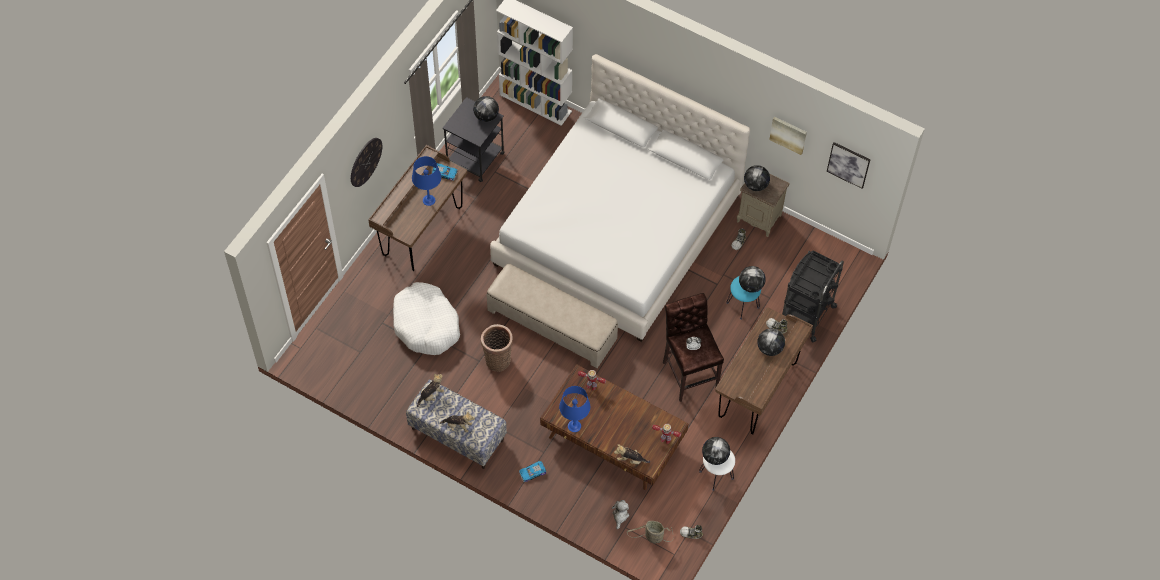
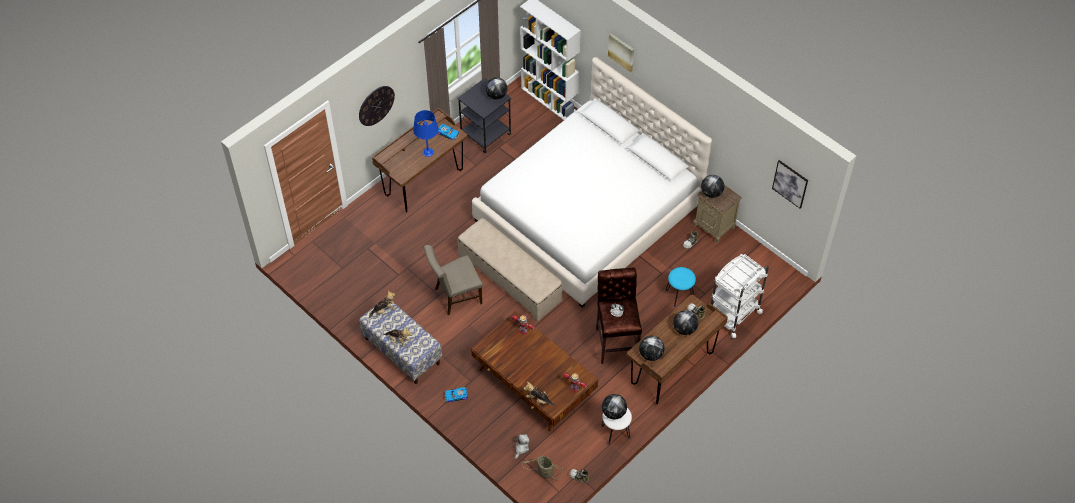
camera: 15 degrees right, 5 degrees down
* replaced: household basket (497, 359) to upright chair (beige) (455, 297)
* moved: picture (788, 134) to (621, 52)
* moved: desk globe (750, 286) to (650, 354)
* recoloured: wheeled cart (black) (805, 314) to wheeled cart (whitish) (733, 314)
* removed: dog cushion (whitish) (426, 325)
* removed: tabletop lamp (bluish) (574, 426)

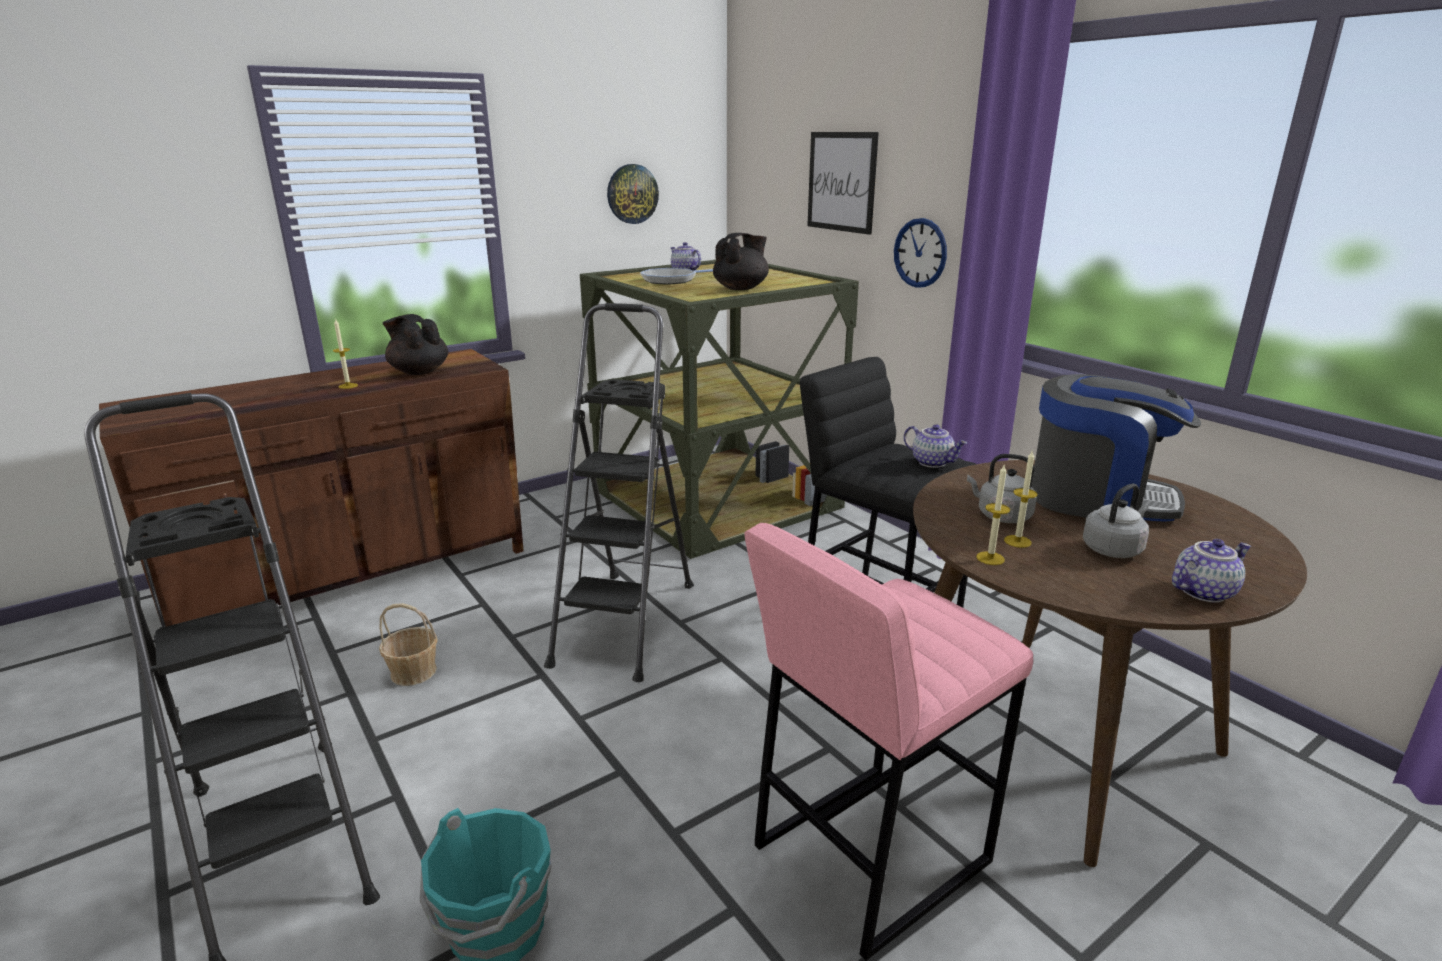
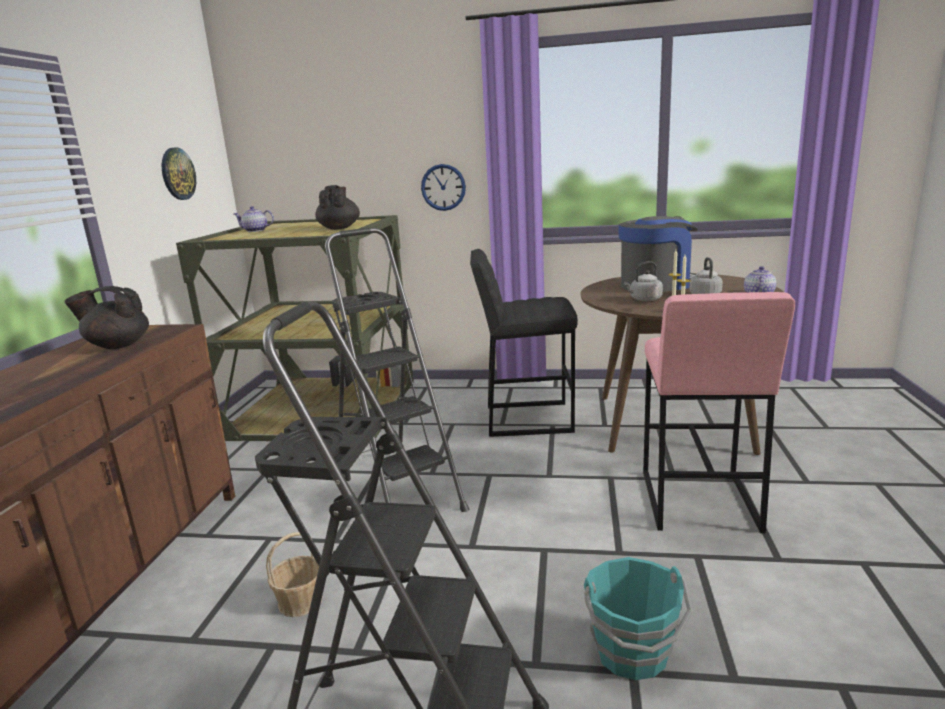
camera: 45 degrees left, 5 degrees down
* removed: wax candle (348, 386)
* removed: pan (672, 280)
* removed: picture (841, 182)
* removed: pot for tea (933, 462)

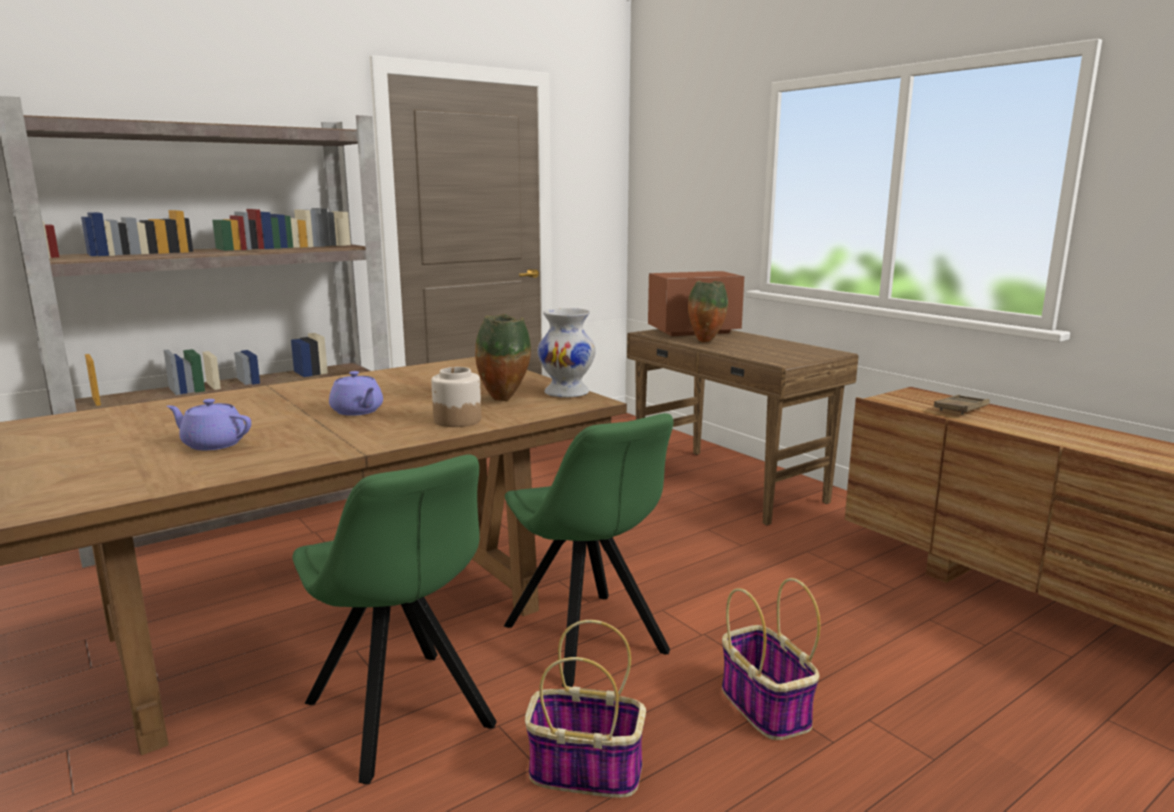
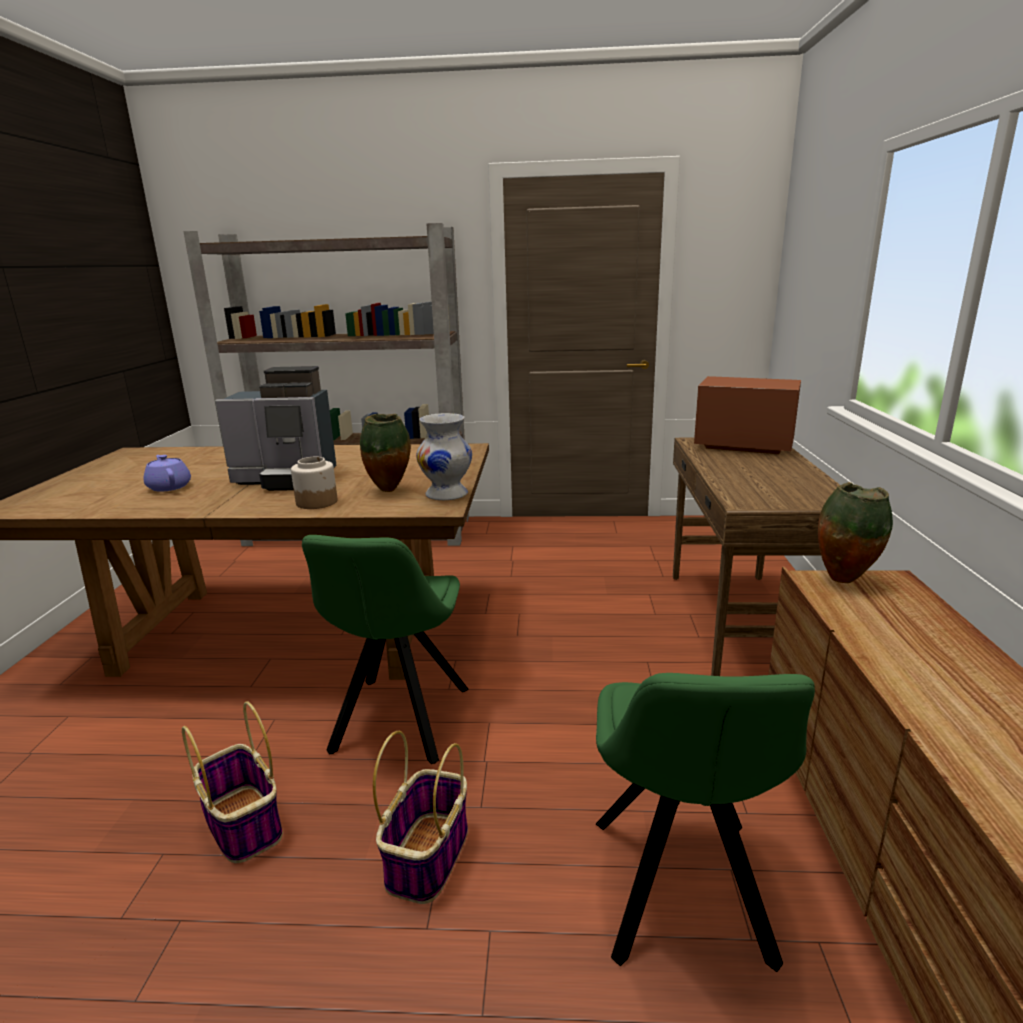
camera: 40 degrees right, 5 degrees up
* replaced: pot for tea (purplish) (357, 411) to coffee brewer (288, 479)
* moved: upright chair (green-coloured) (401, 714) to (681, 889)
* moved: decorative vase (705, 341) to (844, 580)
* removed: tray (brown) (961, 409)

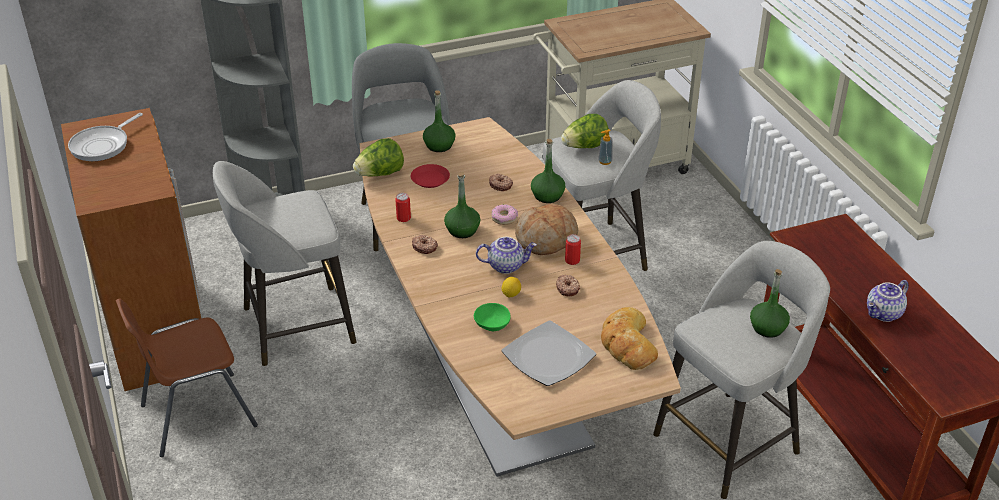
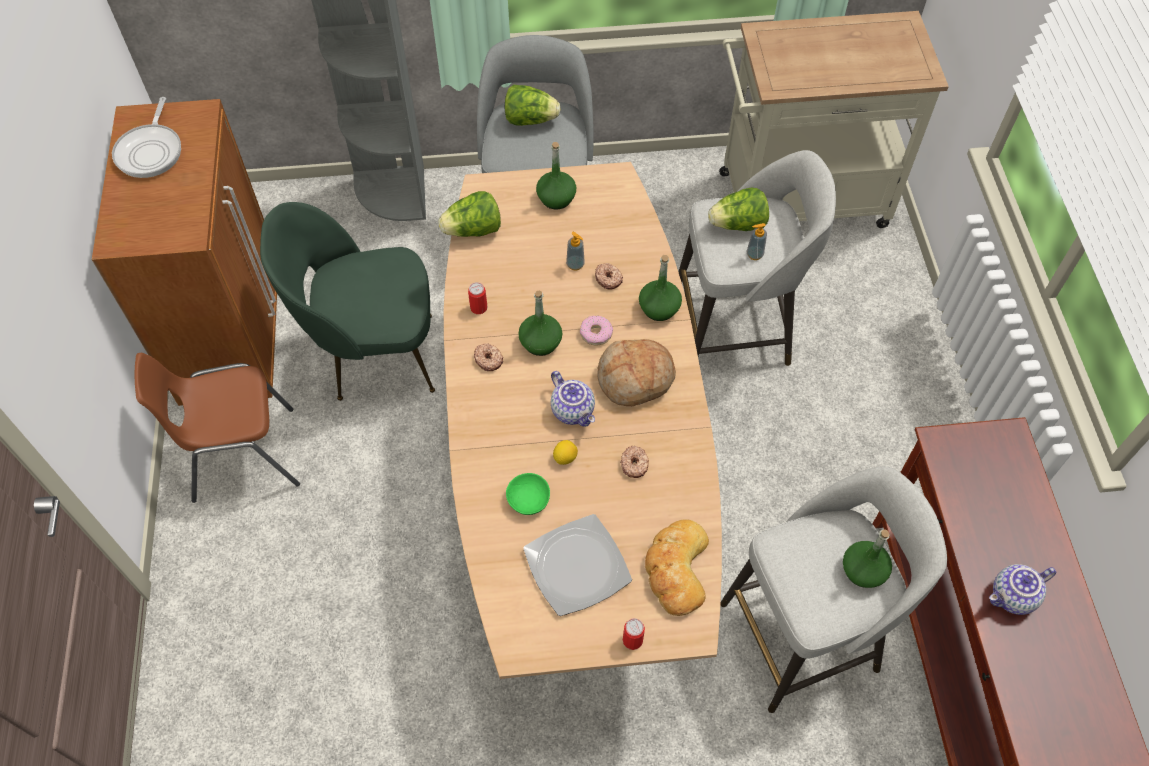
camera: 15 degrees right, 20 degrees up
* turned: pan (103, 145) = (151, 151) 45 degrees counterclockwise
* replaced: stool (grey) (294, 326) to upright chair (green-coloured) (374, 357)
* added: head of lettuce (530, 119)
* turned: pot for tea (506, 265) = (574, 410) 45 degrees clockwise
* added: soap bottle (575, 264)
* moved: can (572, 260) to (632, 640)
* removed: plate (red) (430, 179)

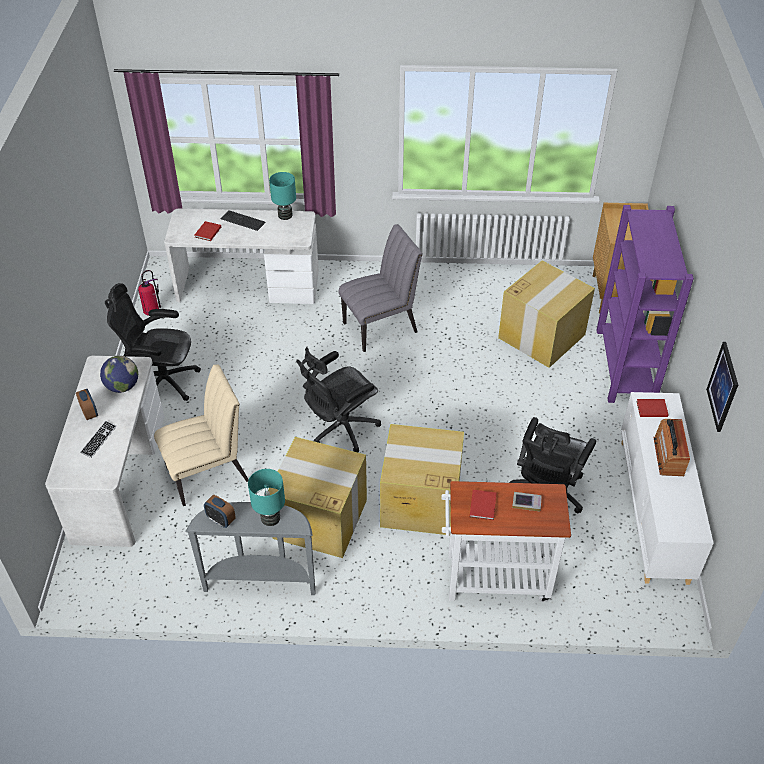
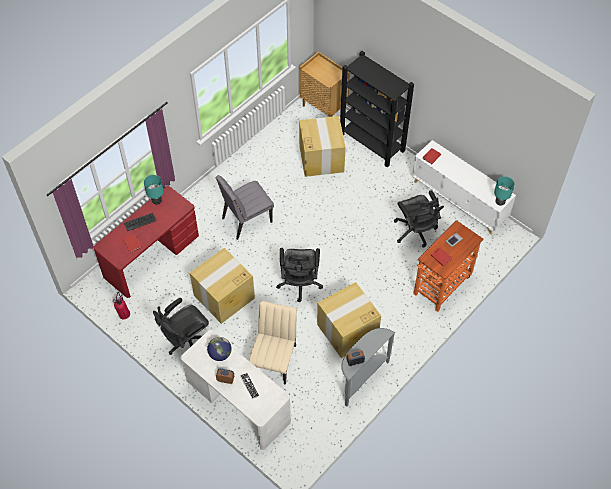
camera: 50 degrees left, 10 degrees up
* recoloured: desk table (whitish) (248, 285) to desk table (red) (151, 256)
* moved: cardboard box (419, 501) to (223, 297)
* turned: upright chair (grey) (380, 328) = (247, 220) 135 degrees counterclockwise
* recoloured: bookcase (purplish) (625, 365) to bookcase (black) (372, 142)
* recoloured: wheeled cart (whitish) (495, 578) to wheeled cart (orangey) (441, 286)
* moved: tabletop lamp (turquoise) (270, 518) to (500, 201)
* removed: radio set (668, 456)
* removed: picture (723, 387)

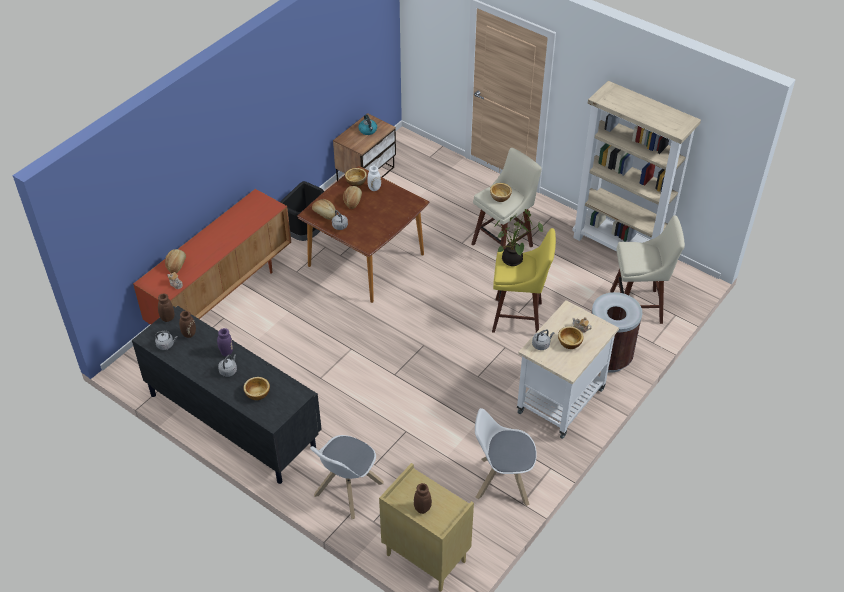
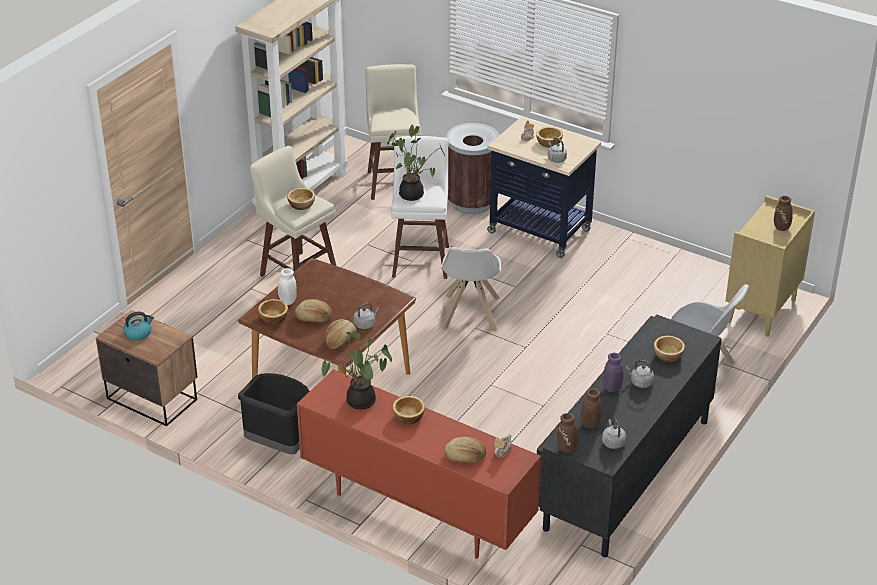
camera: 95 degrees left, 10 degrees down
* added: potted plant (359, 402)
* recoloured: stool (yellowish) (518, 318) to stool (whitish) (421, 260)
* added: bowl (408, 416)
* moved: upright chair (502, 481) to (470, 314)
* recoloured: wheeled cart (whitish) (560, 402) to wheeled cart (bluish) (540, 232)

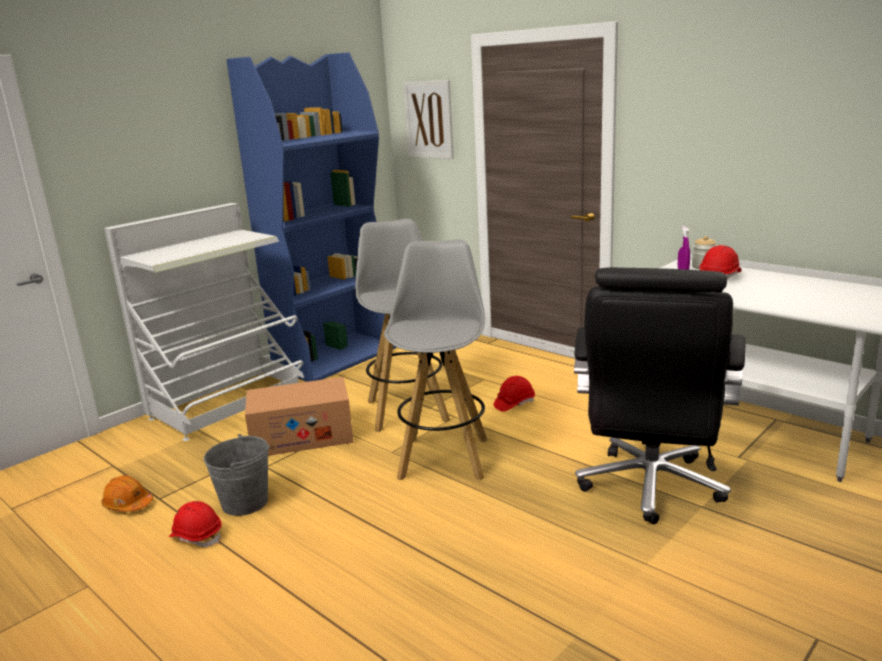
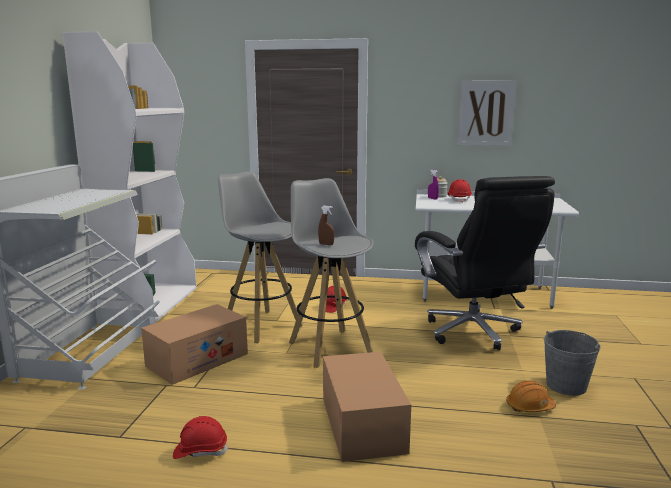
camera: 35 degrees left, 5 degrees down
* recoloured: bookcase (bluish) (336, 357) to bookcase (whitish) (150, 303)
* added: sprayer (brown) (326, 244)
* added: cardboard box (362, 424)
* moved: picture (429, 119) to (486, 113)
* moved: hard hat (orangey) (128, 504) to (529, 407)
* moved: pail (grey) (245, 502) to (566, 385)

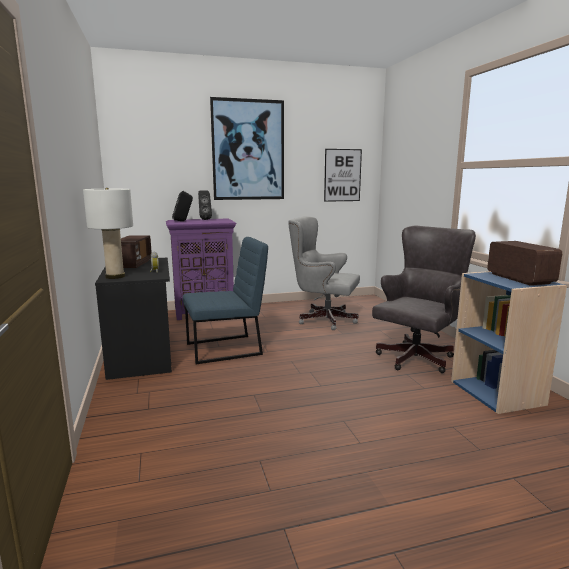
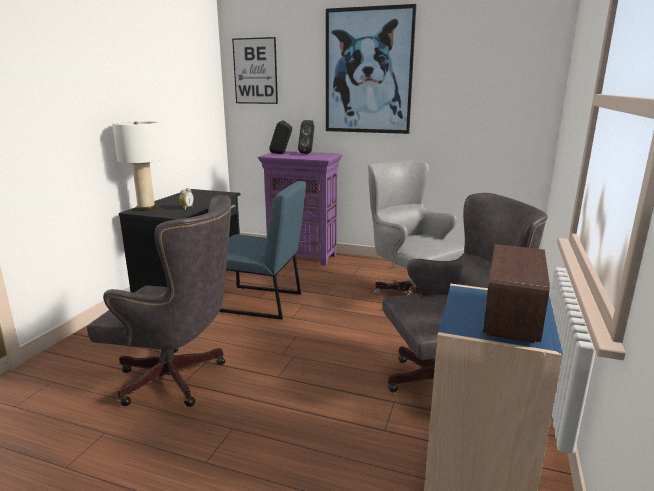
camera: 35 degrees right, 5 degrees up
* added: desk chair (grey) (177, 379)
* moved: picture (342, 175) to (255, 71)
* removed: radio set (134, 264)

